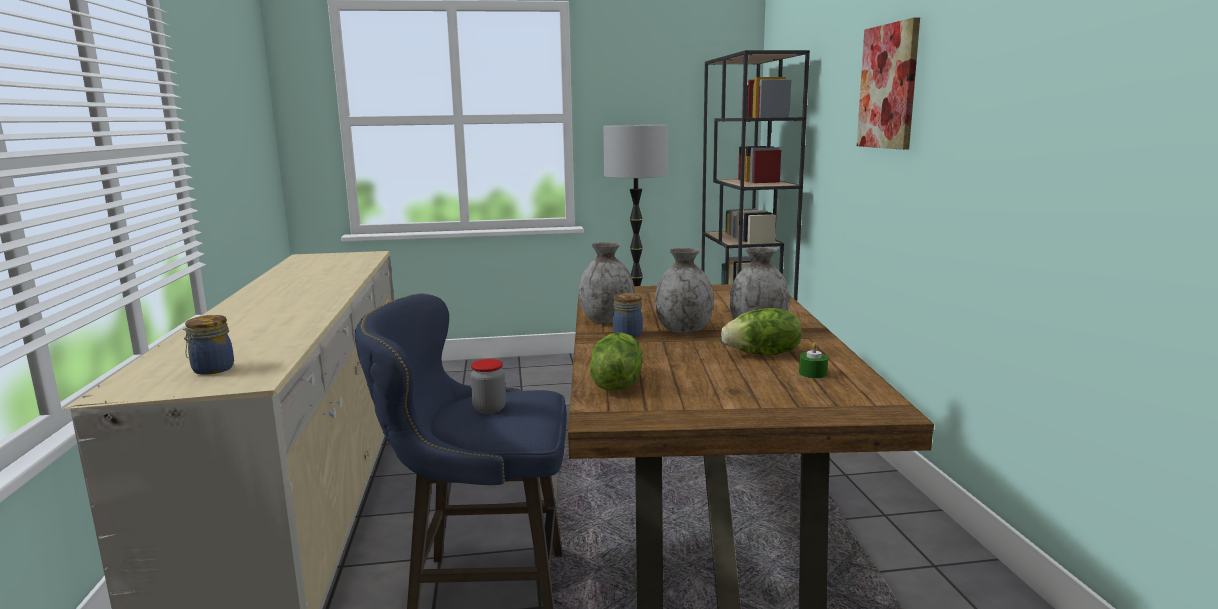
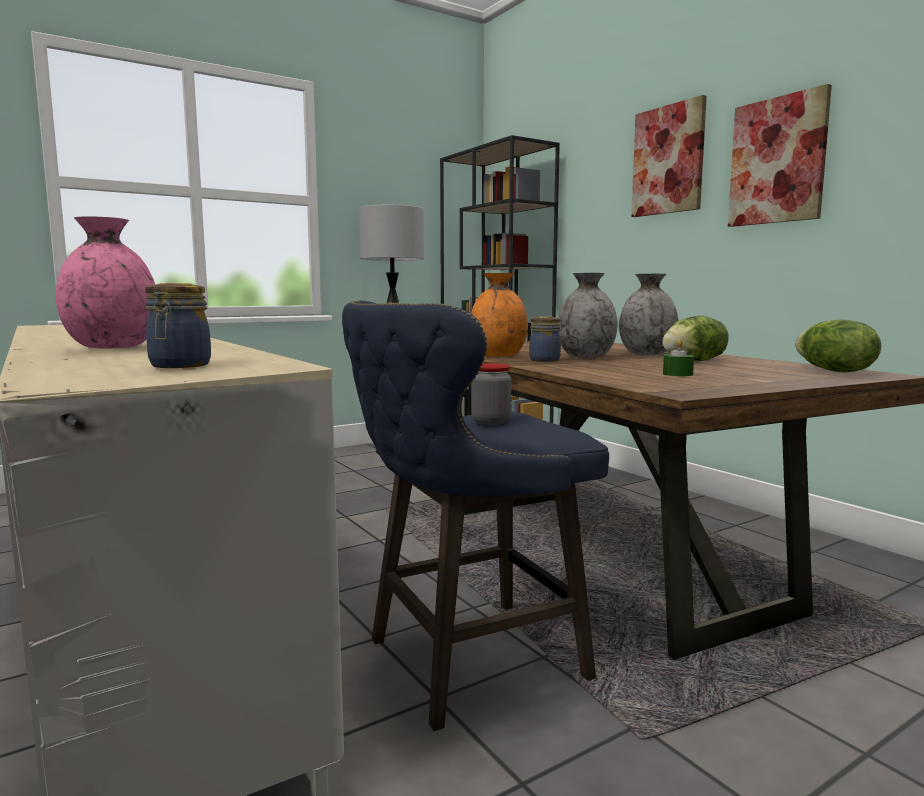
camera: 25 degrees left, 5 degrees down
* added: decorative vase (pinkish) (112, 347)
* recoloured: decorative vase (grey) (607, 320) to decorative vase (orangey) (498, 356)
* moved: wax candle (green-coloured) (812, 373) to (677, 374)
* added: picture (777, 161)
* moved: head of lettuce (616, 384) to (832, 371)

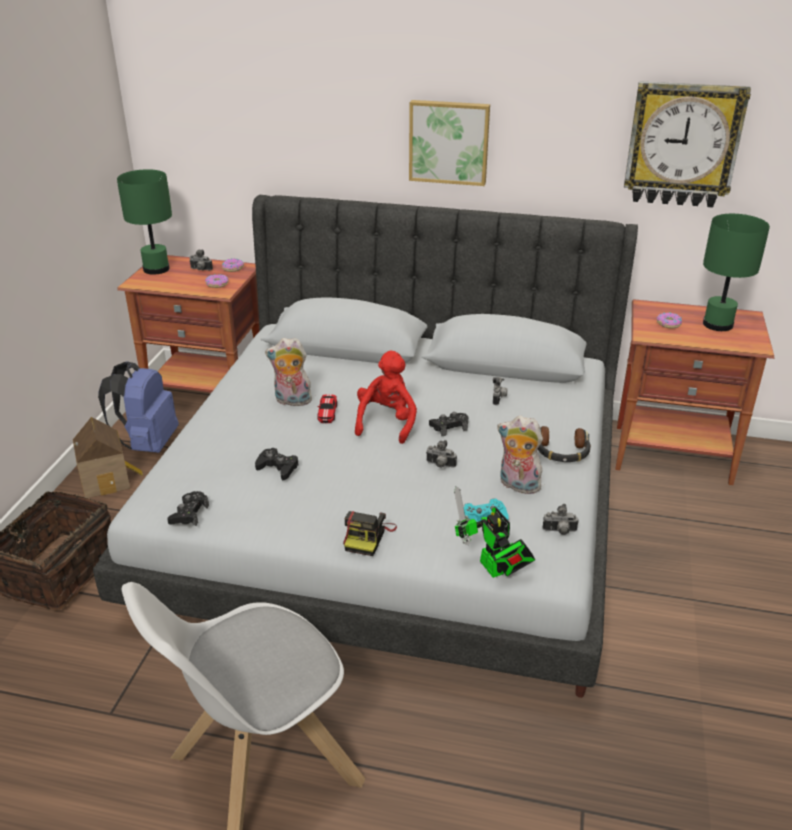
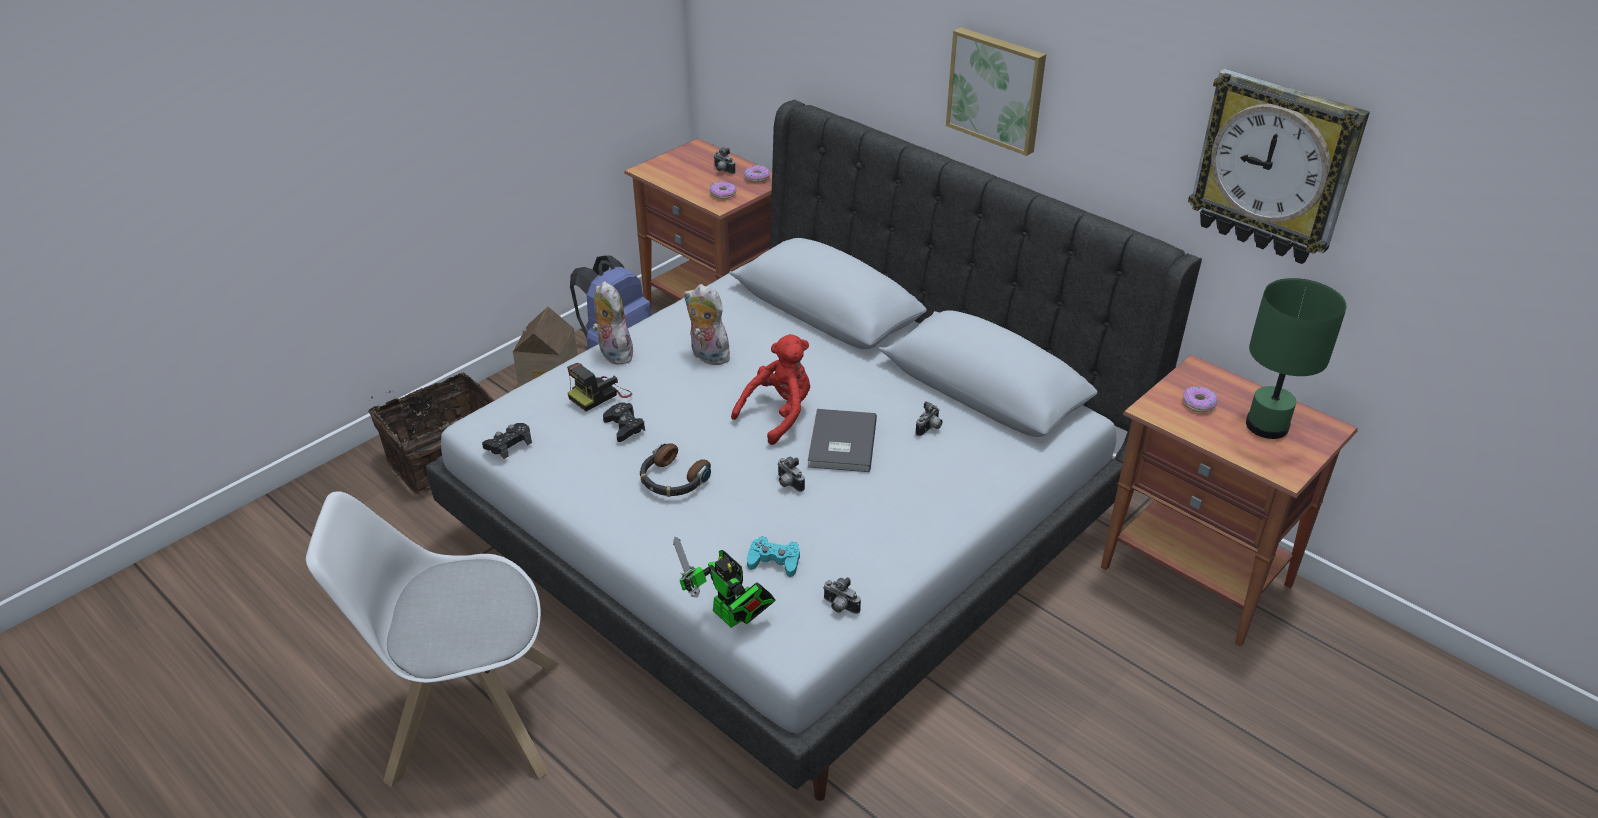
camera: 30 degrees right, 5 degrees up
* moved: still camera (368, 537) to (599, 395)
* moved: soft toy (517, 485) to (613, 354)
* moved: headset (562, 451) to (672, 479)
* turned: robot figure (494, 570) = (731, 619) 45 degrees counterclockwise
* replaced: game controller (black) (449, 427) to volume (grey) (840, 443)
* removed: tabletop lamp (green-coloured) (155, 269)
* removed: model car (327, 412)

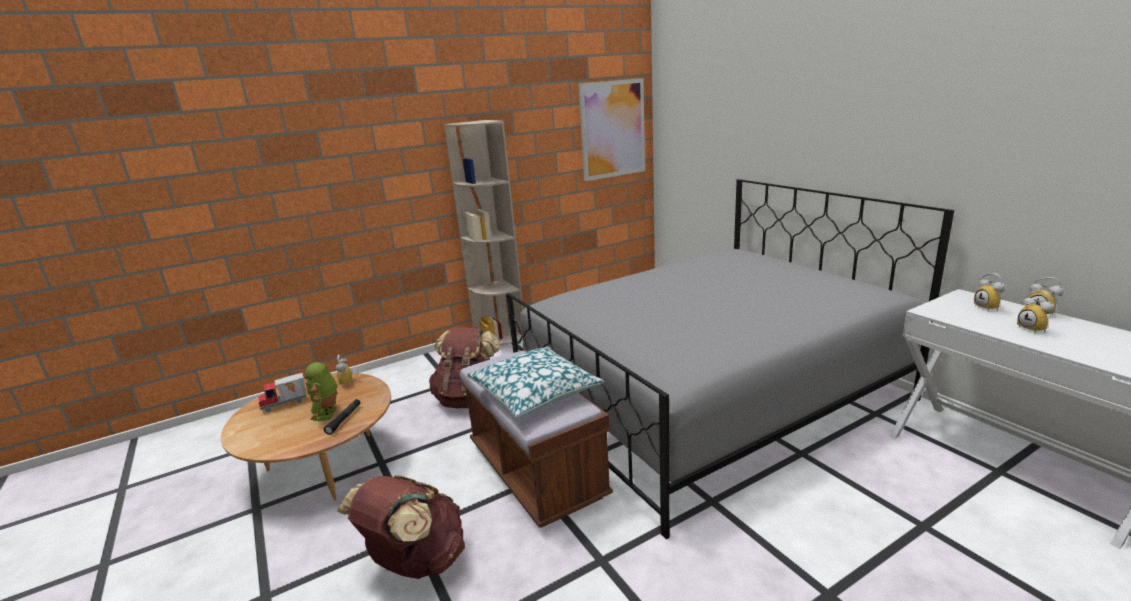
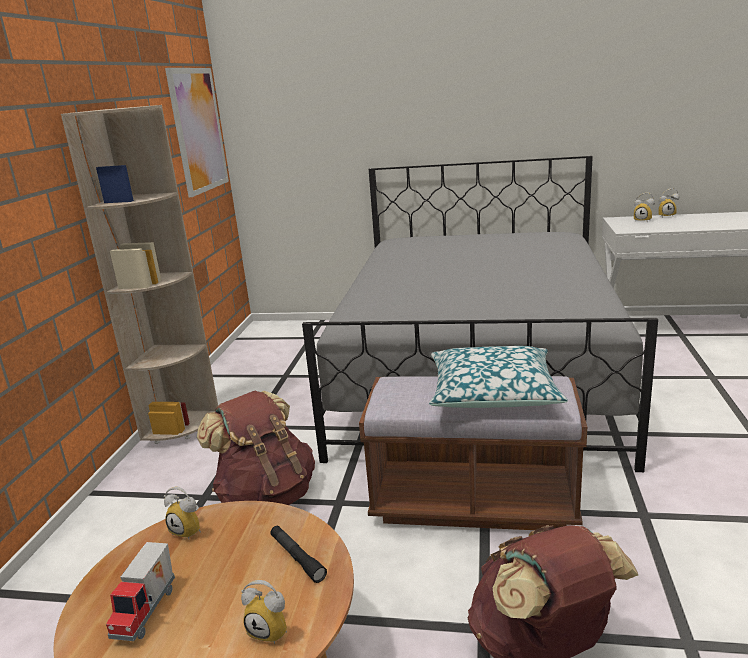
camera: 50 degrees left, 0 degrees up
* moved: alarm clock (1034, 329) to (272, 629)
* removed: robot figure (328, 414)

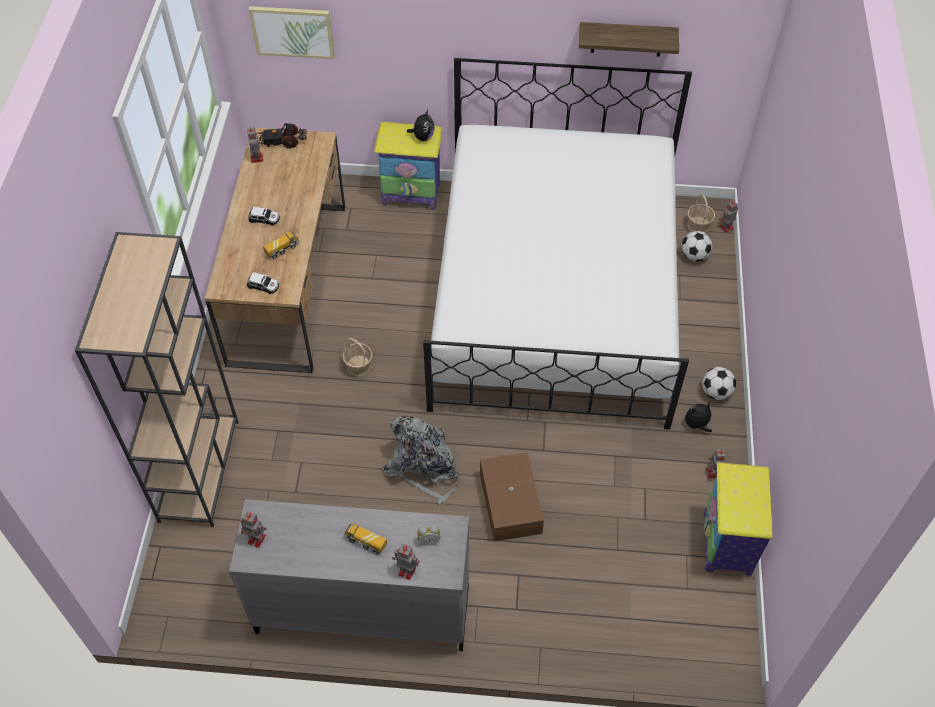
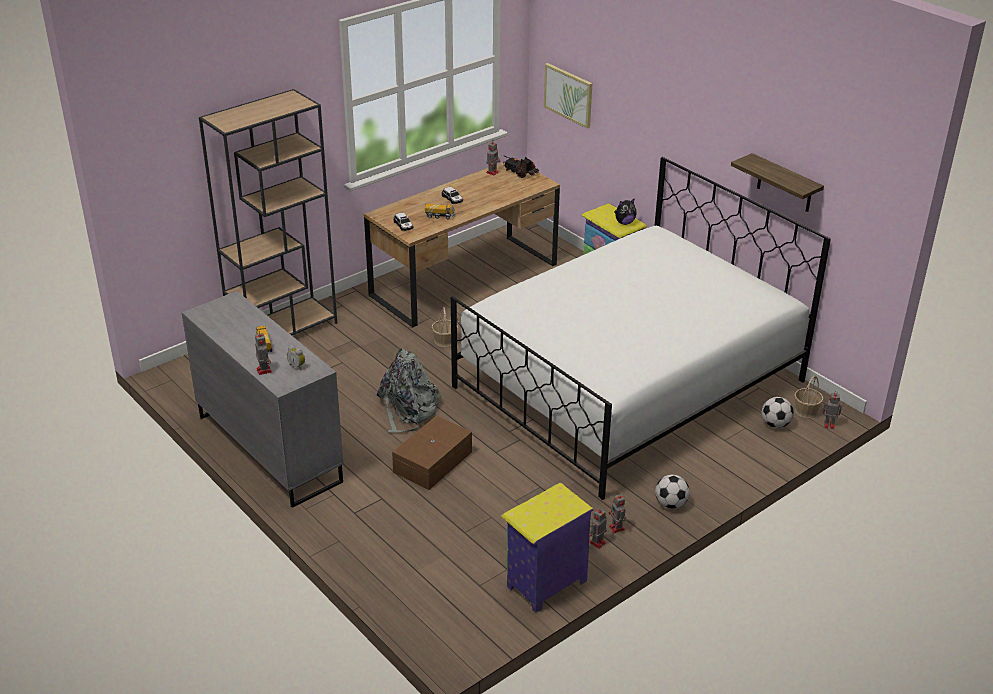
camera: 45 degrees right, 20 degrees down
* moved: robot figure (257, 539) to (617, 528)
* removed: soft toy (696, 425)

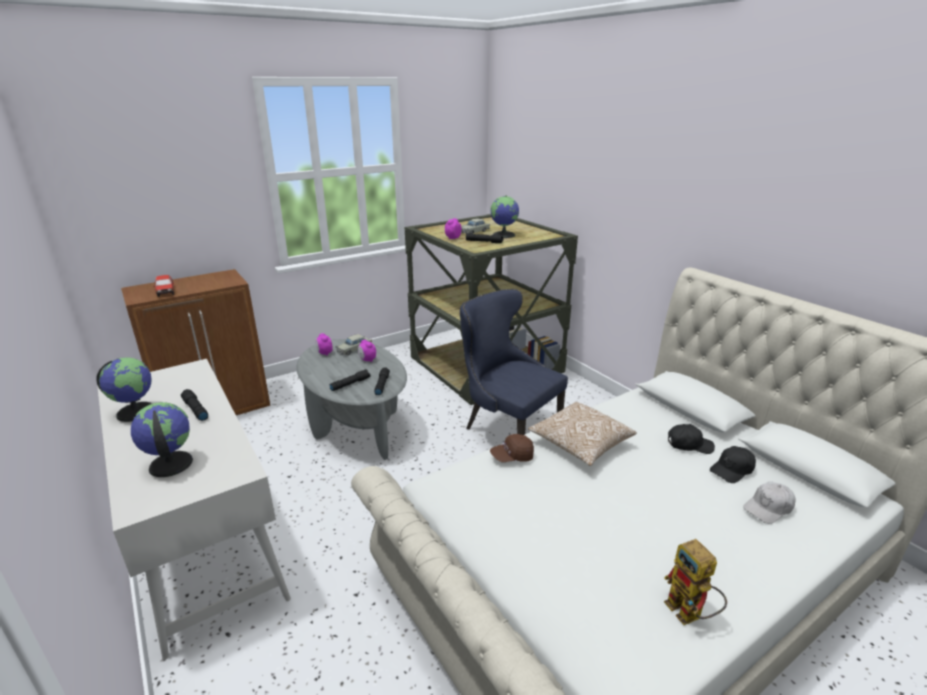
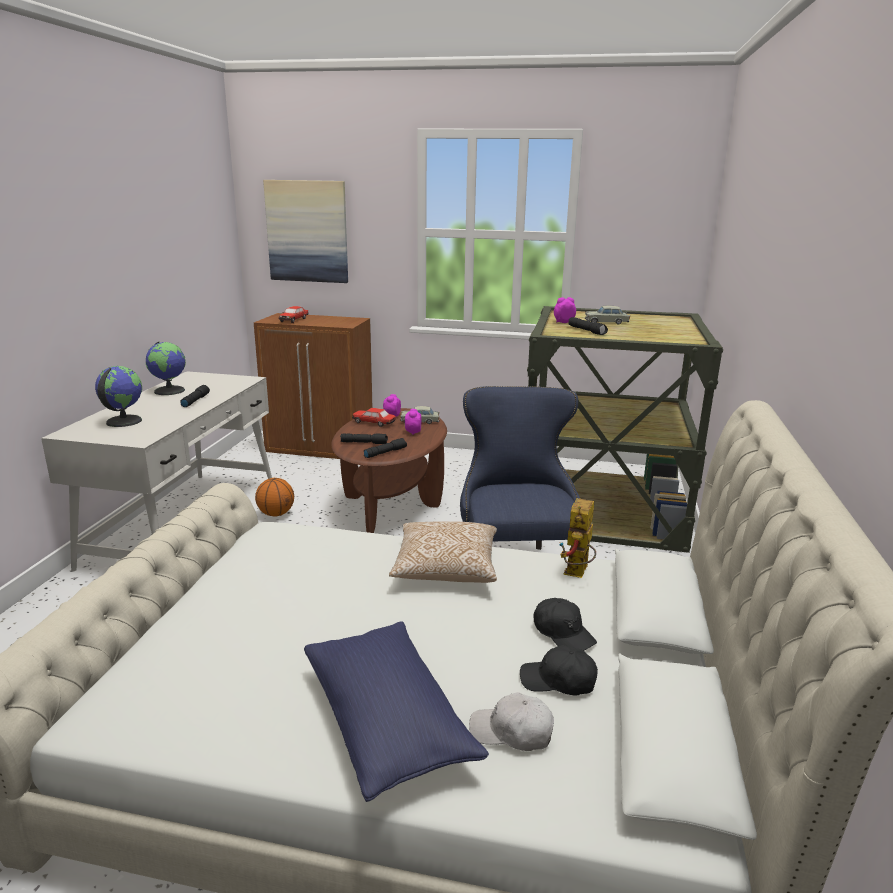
camera: 45 degrees right, 5 degrees down
* added: ball for basketball (276, 514)
* added: picture (307, 231)
* added: cushion (bluish) (387, 723)
* recoloured: coffee table (grey) (356, 425) to coffee table (brown) (392, 502)
* added: model car (374, 423)
* moved: robot figure (690, 615) to (577, 574)
* removed: desk globe (504, 235)
* removed: cap (brown) (512, 456)

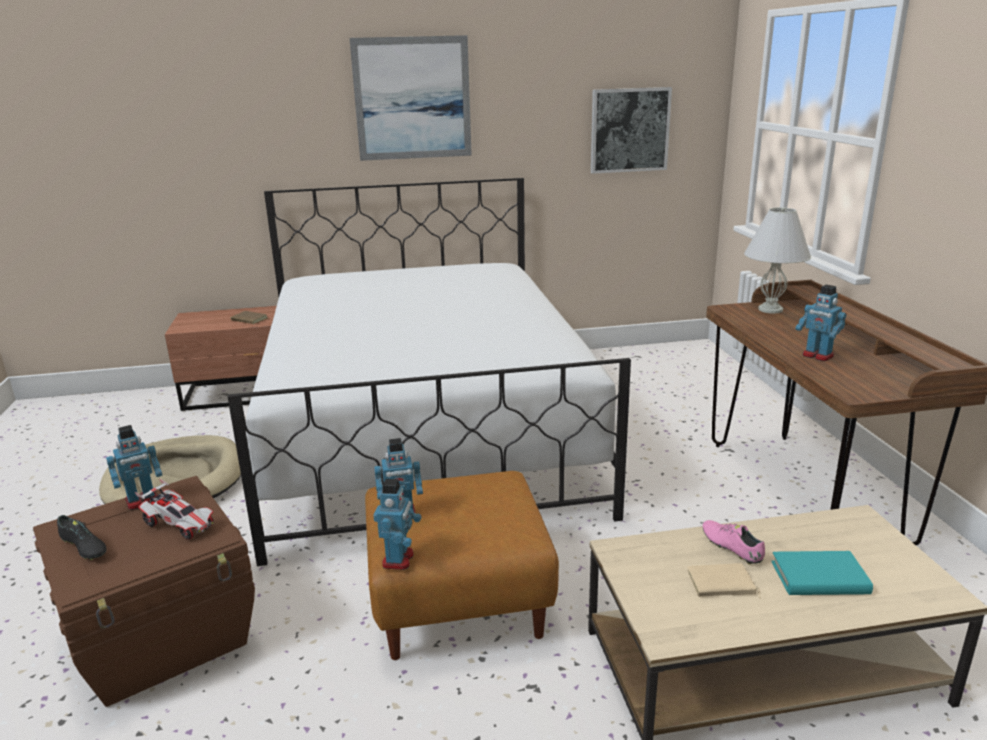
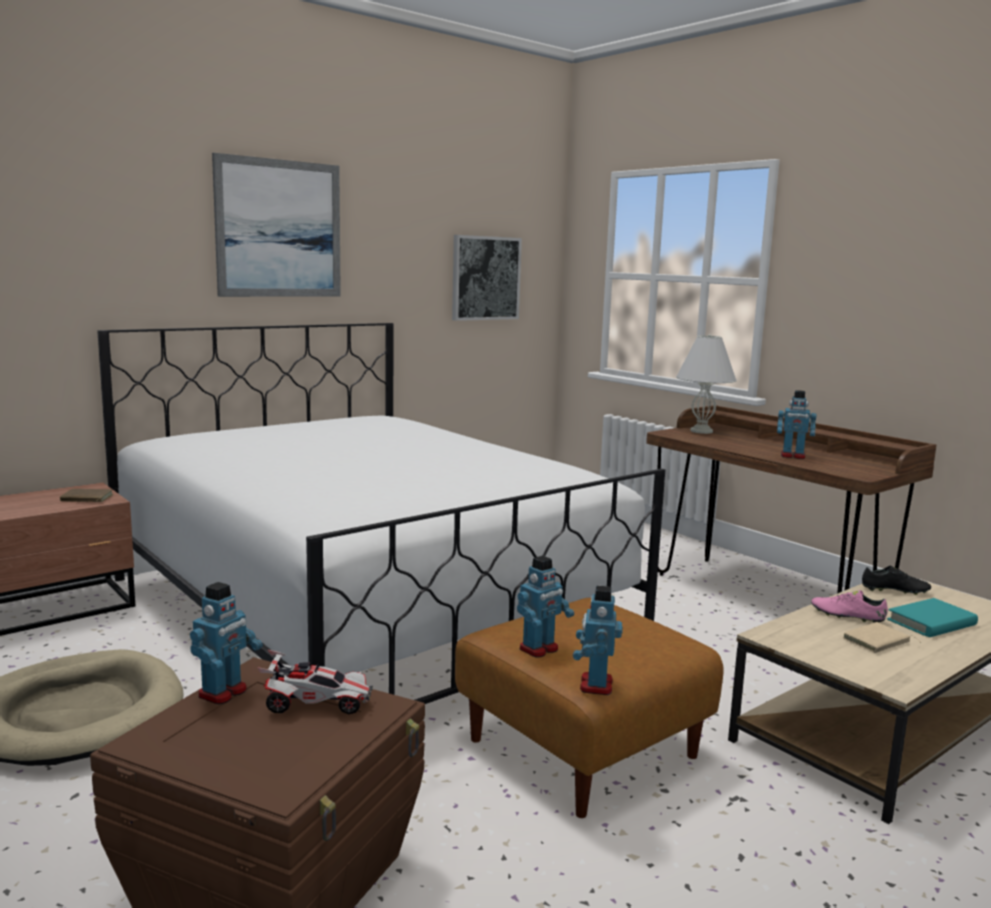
camera: 30 degrees left, 10 degrees down
* turned: robot figure (399, 559) = (595, 685) 150 degrees counterclockwise
* moved: low shoe (black) (84, 548) to (895, 591)

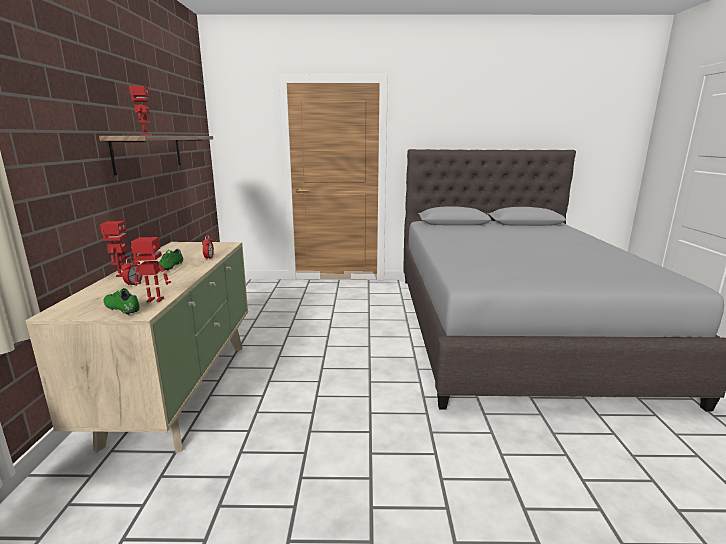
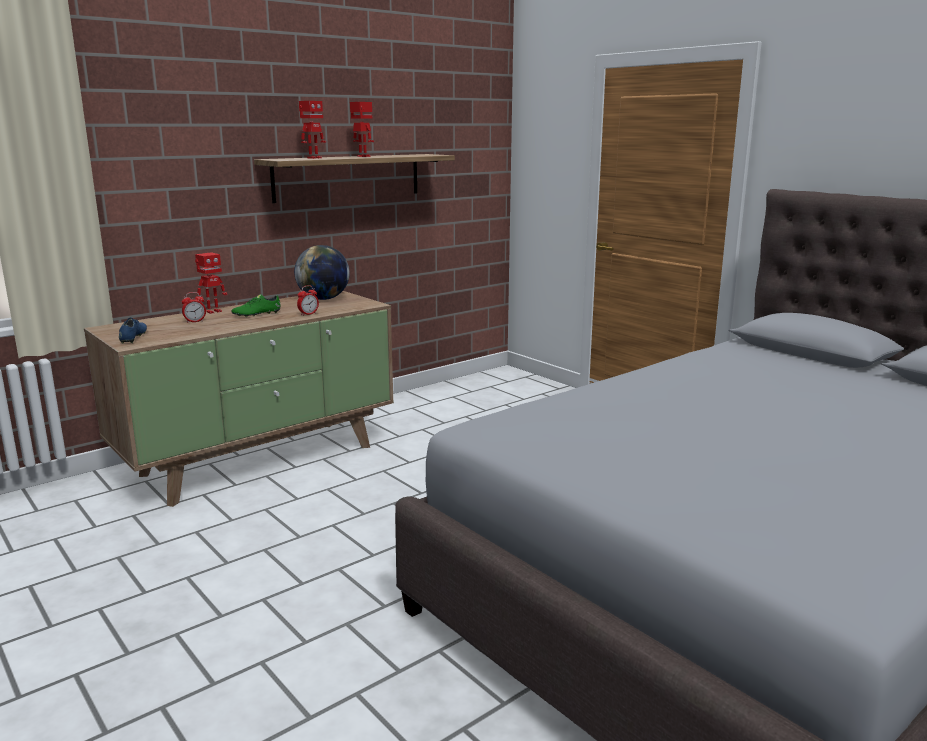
camera: 50 degrees right, 0 degrees up
* recoloured: dresser (beige) (180, 389) to dresser (green-coloured) (258, 459)
* recoloured: low shoe (green-coloured) (122, 308) to low shoe (bluish) (134, 338)
* added: desk globe (323, 299)
* moved: robot figure (154, 300) to (363, 156)

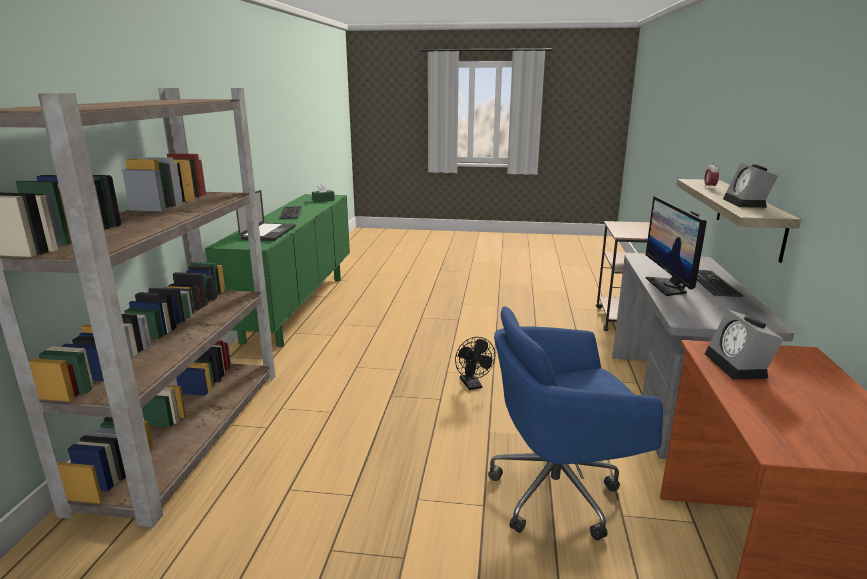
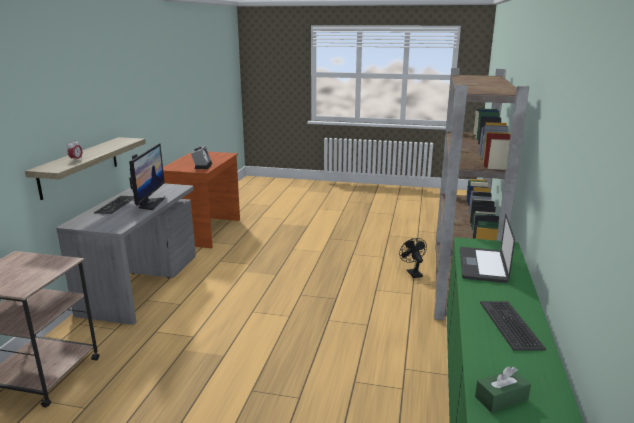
camera: 175 degrees left, 0 degrees up
* moved: electric fan (black) (473, 385) to (412, 272)
* removed: desk chair (bluish) (560, 494)
* removed: alarm clock (747, 203)

